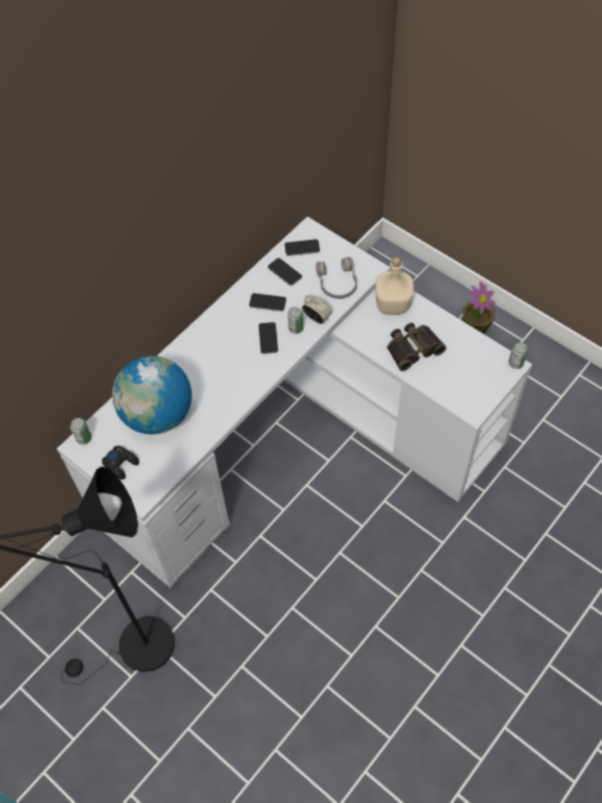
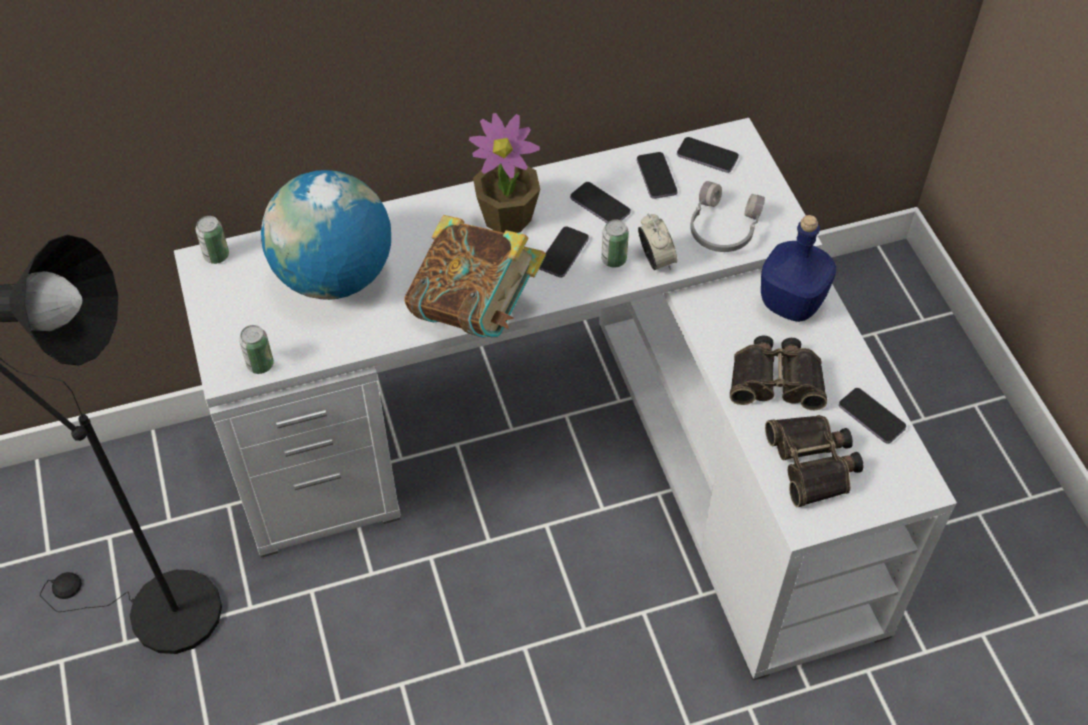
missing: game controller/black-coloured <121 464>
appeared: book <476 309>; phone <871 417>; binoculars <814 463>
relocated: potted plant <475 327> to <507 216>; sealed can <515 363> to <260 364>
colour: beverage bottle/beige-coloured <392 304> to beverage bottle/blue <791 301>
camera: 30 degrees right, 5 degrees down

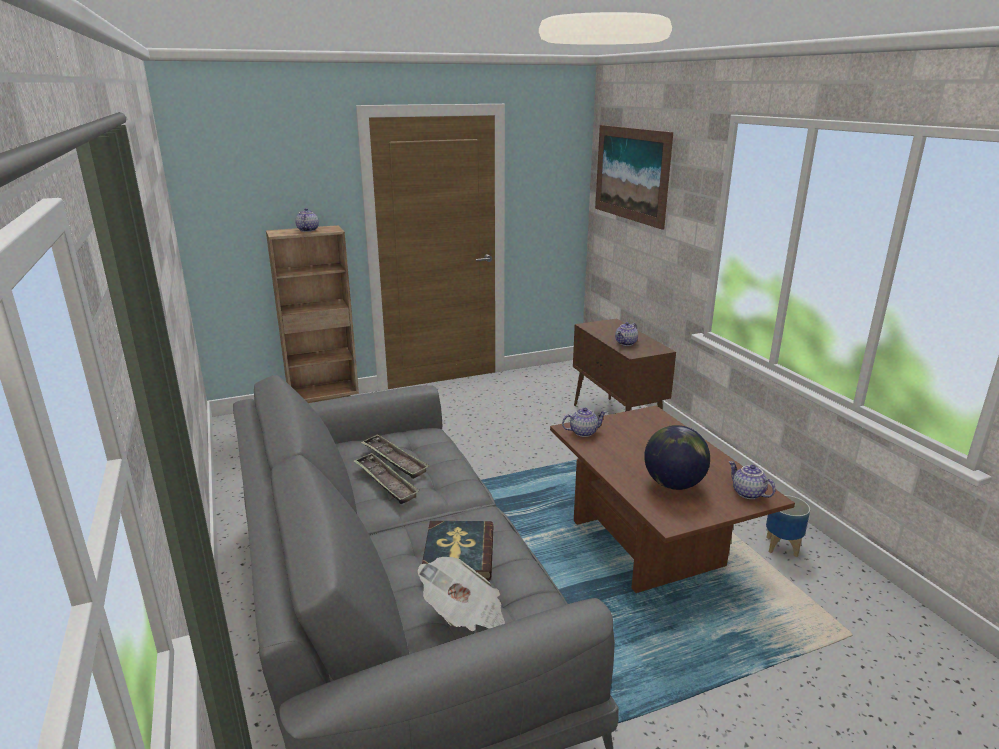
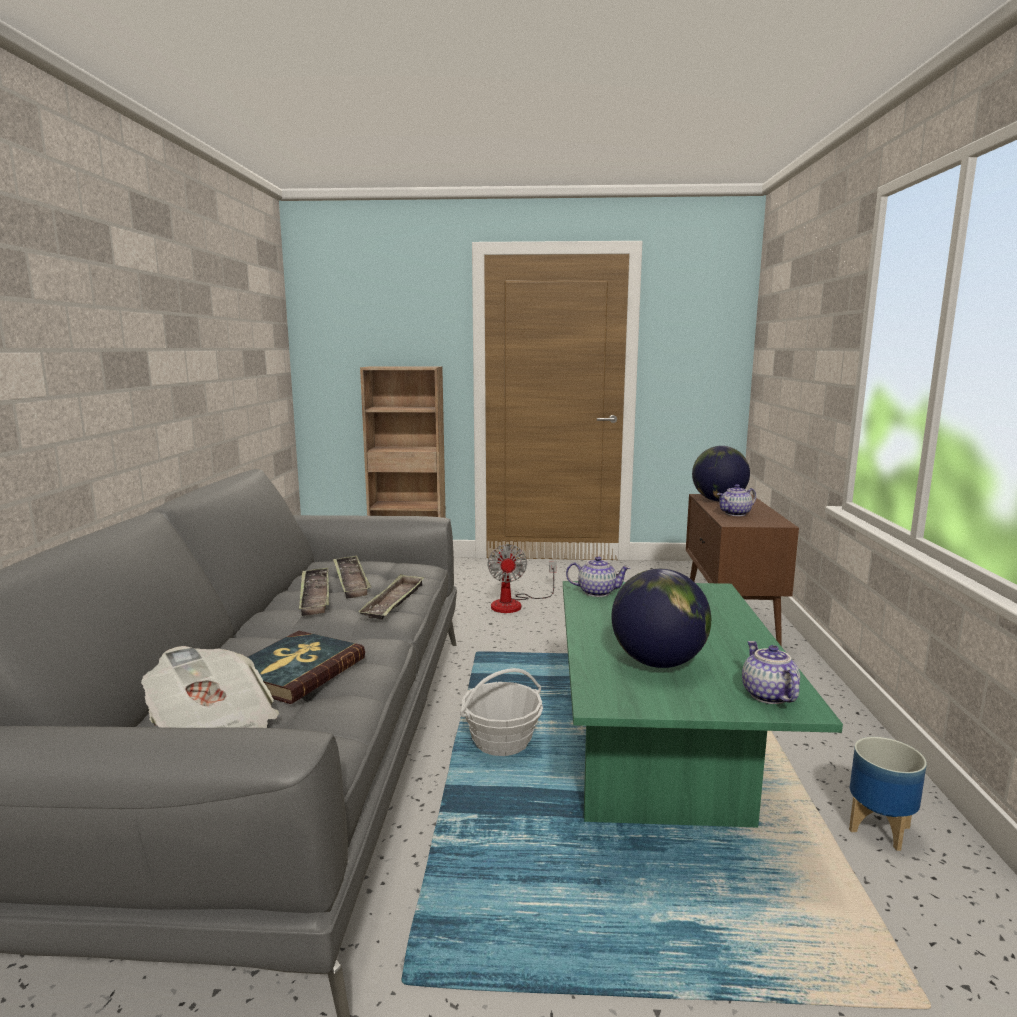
missing: picture <631 174>; teapot <307 230>
appeared: desk globe <718 500>; electric fan <514 604>; tray <394 602>; basket <502 742>
colour: coffee table/brown <651 543> to coffee table/greenish <662 768>
camera: 25 degrees right, 10 degrees down

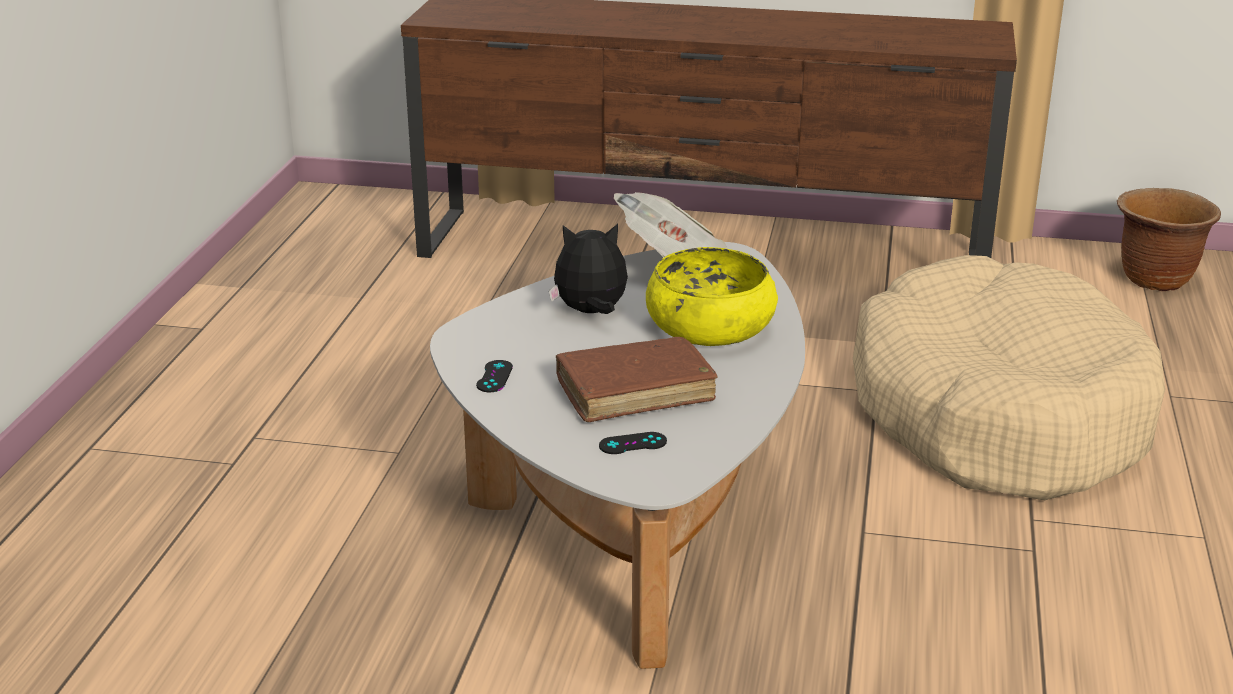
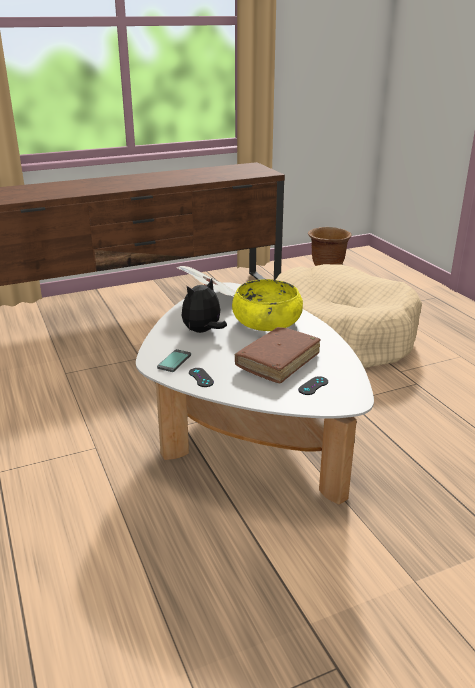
appeared: phone <174 361>
camera: 35 degrees left, 0 degrees up

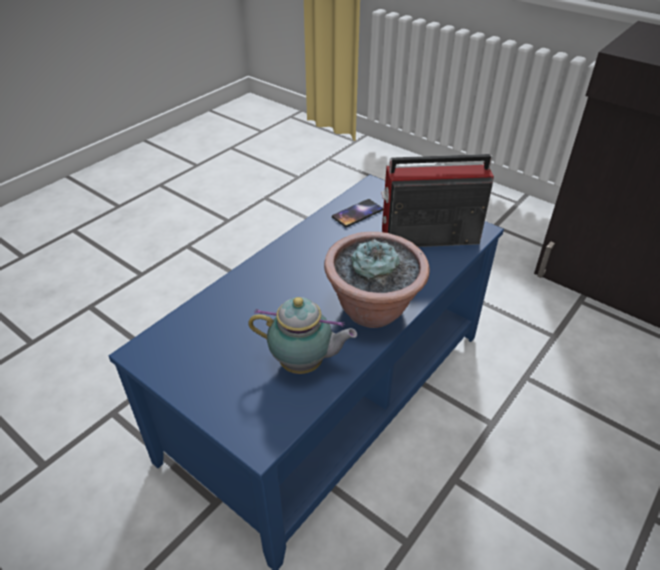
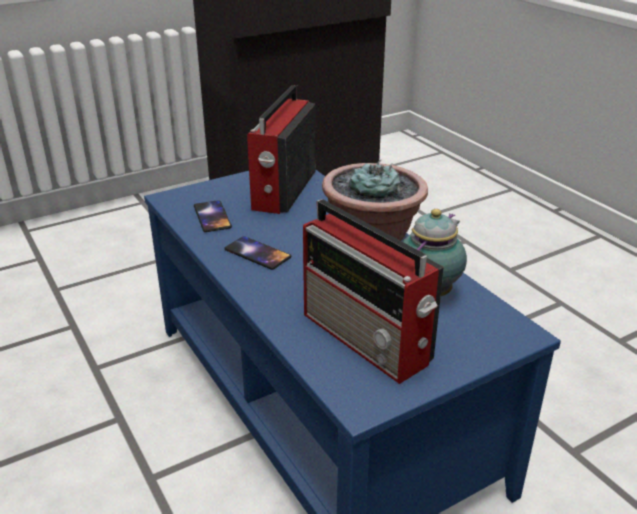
appeared: radio <368 339>; phone <257 253>
camera: 70 degrees left, 10 degrees down

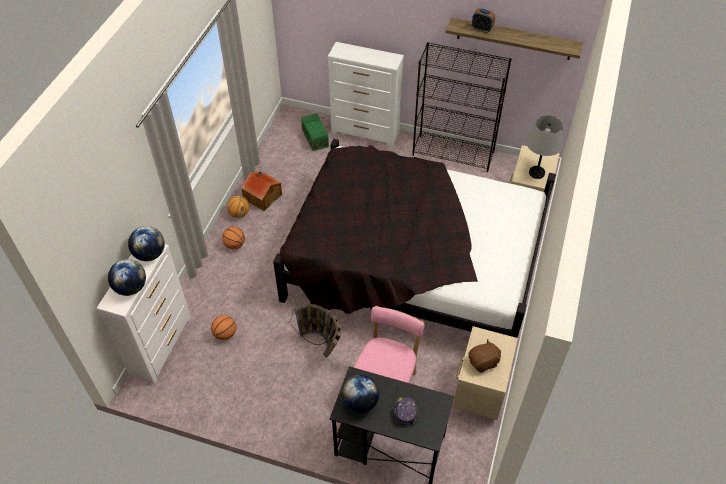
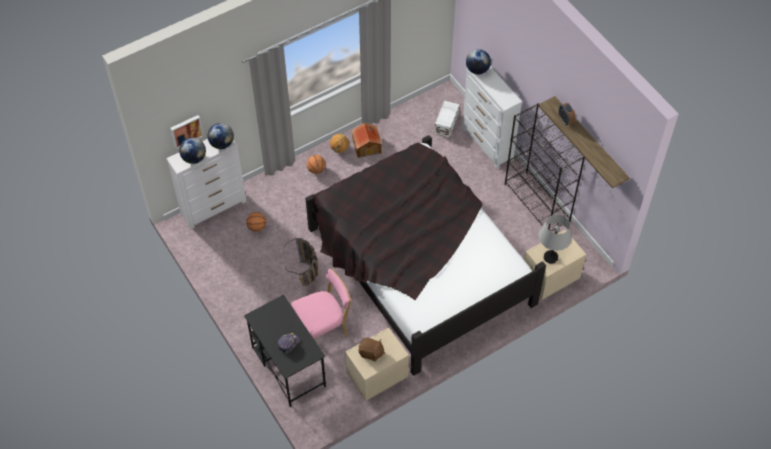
appeared: picture <186 130>
relocated: desk globe <360 402> to <477 70>
colour: storage container/greenish <315 137> to storage container/whitish <447 123>
camera: 40 degrees right, 5 degrees up

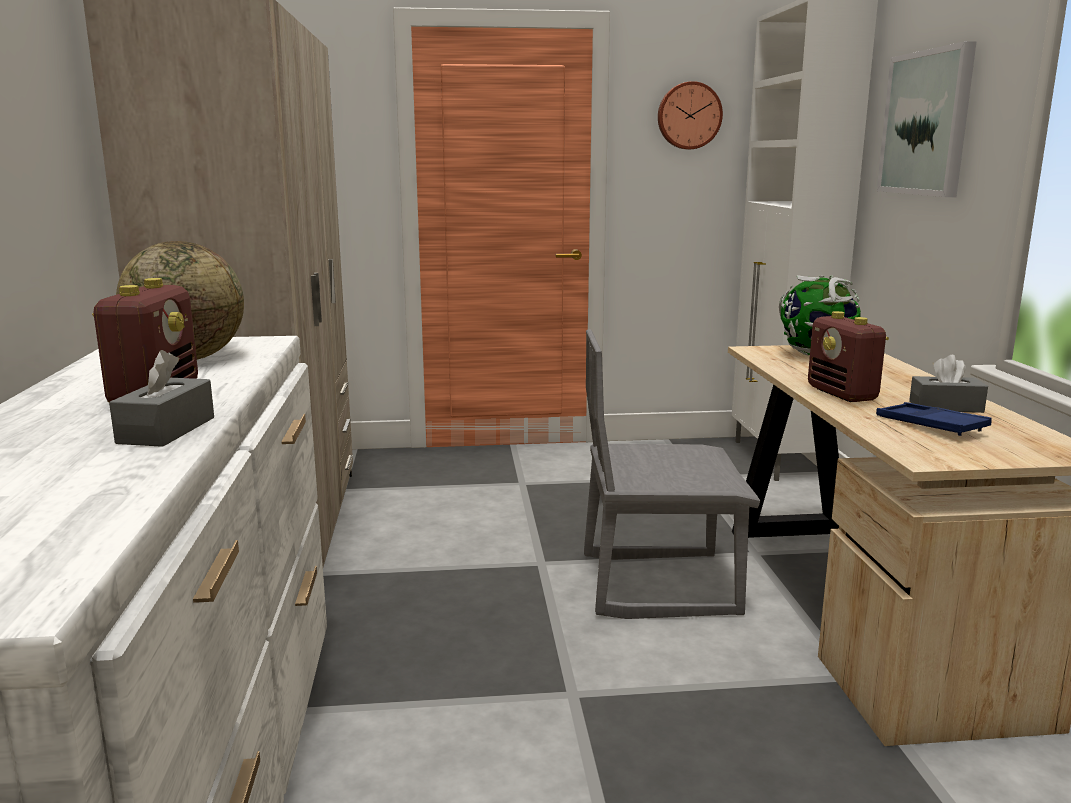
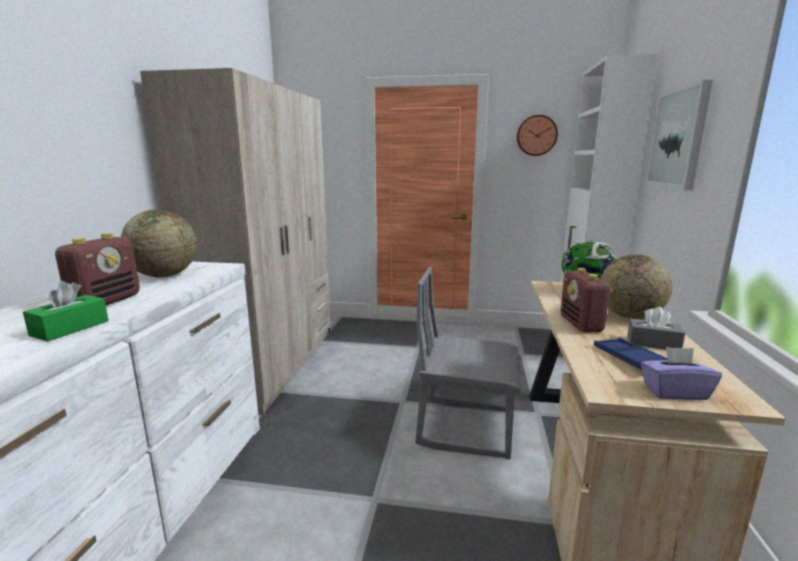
appeared: desk globe <630 316>; tissue box/purplish <674 392>
colour: tissue box/greyish <166 430> to tissue box/greenish <70 328>
camera: 15 degrees right, 0 degrees up

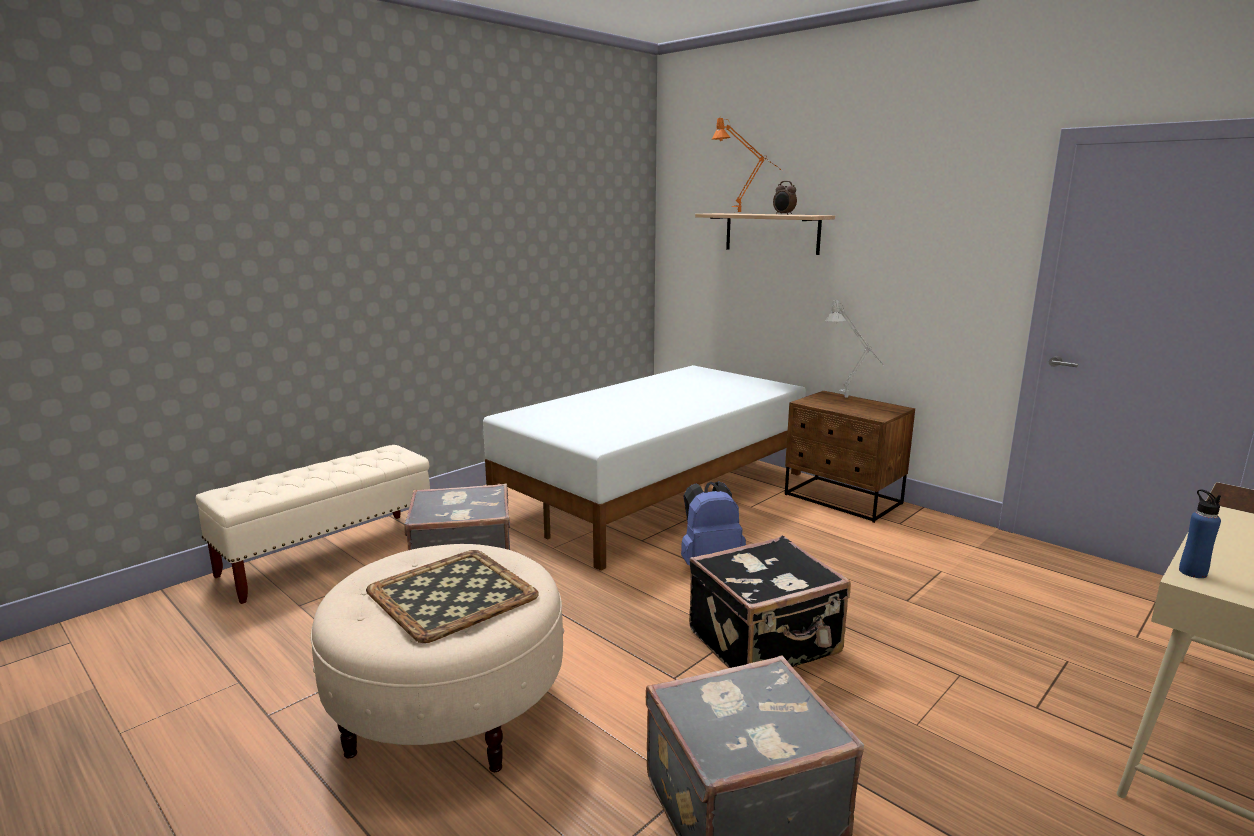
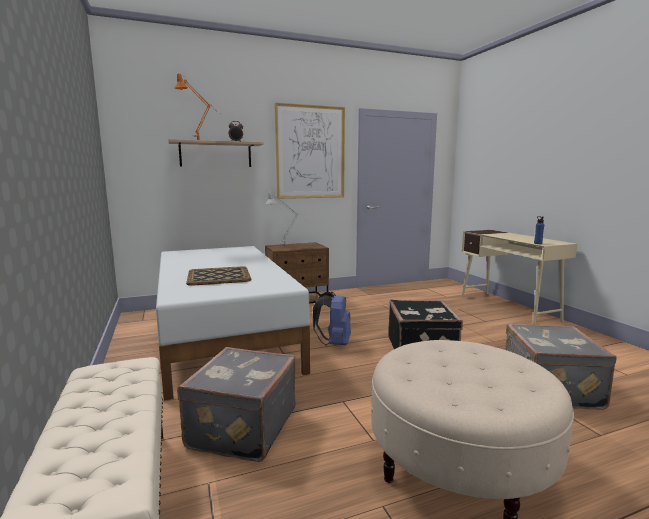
appeared: picture <310 152>
relocated: tray <454 594> to <219 276>
camera: 65 degrees left, 5 degrees down

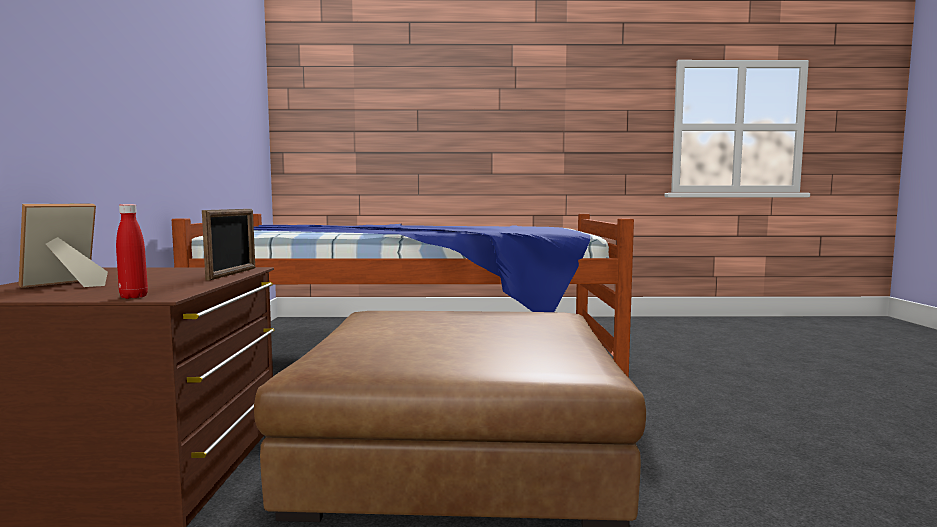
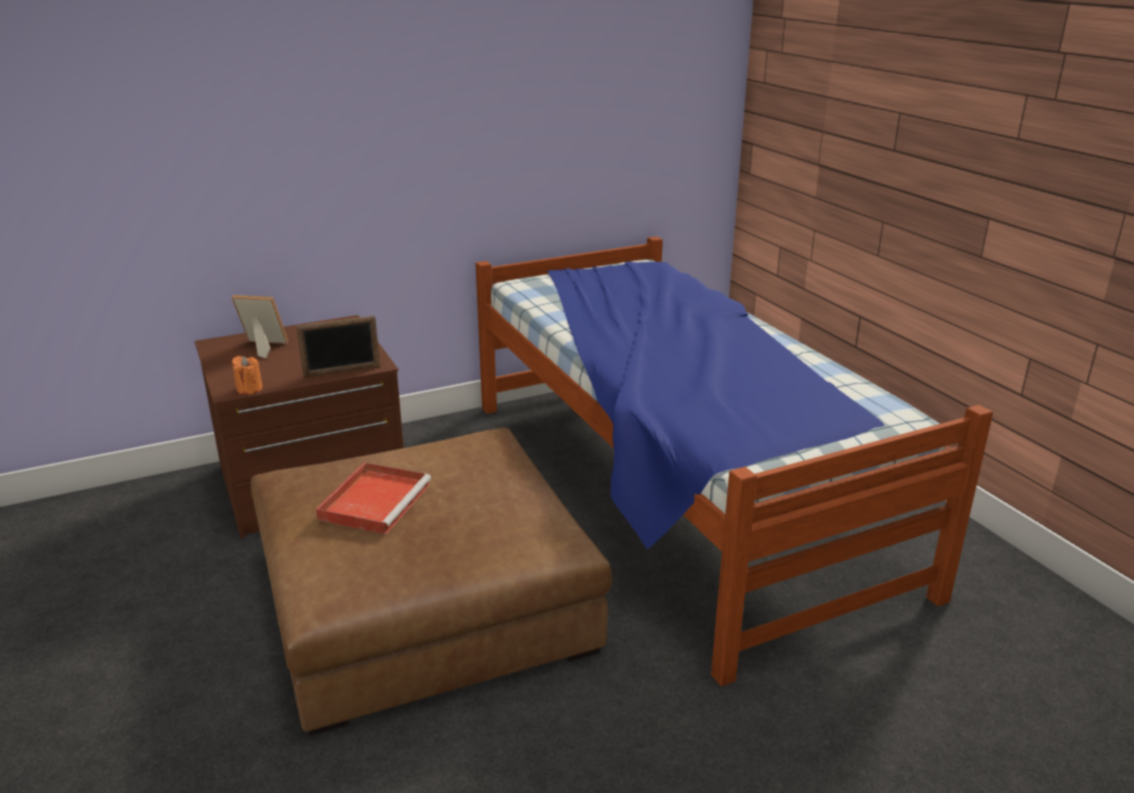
missing: beverage bottle/red <134 297>
appeared: wax candle/orange <249 389>; tray/red <375 500>
camera: 65 degrees right, 20 degrees up

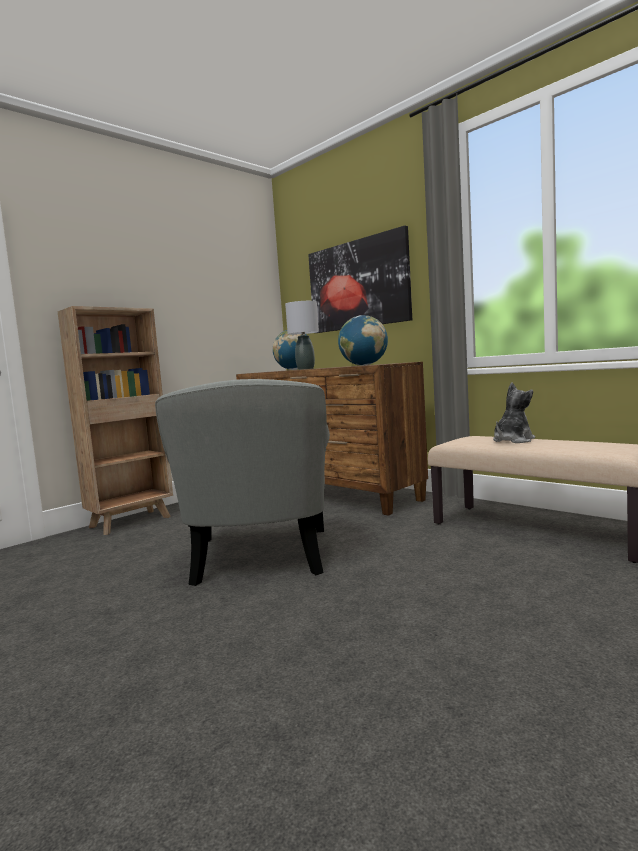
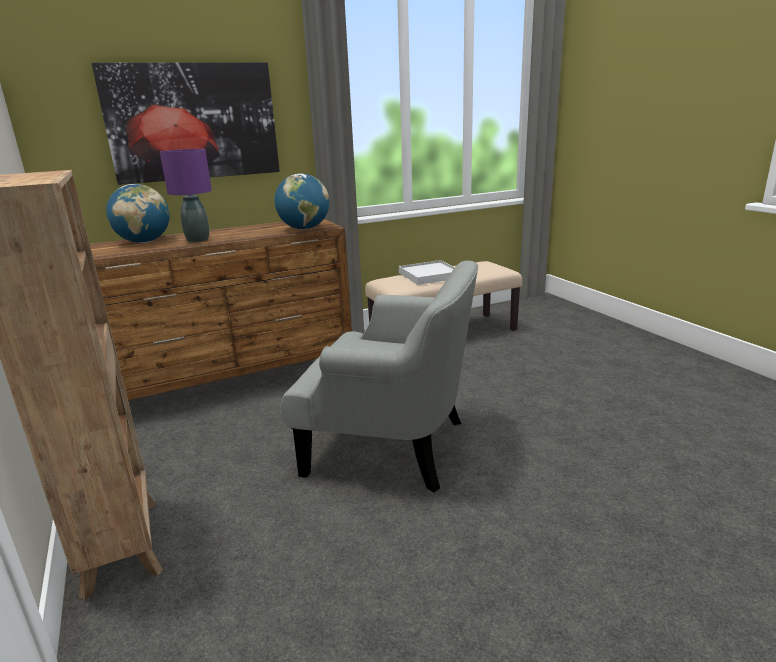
exchanged: soft toy <512 440> to tray/whitish <429 275>
colour: lamp for a table/greyish <305 369> to lamp for a table/purplish <197 240>
camera: 70 degrees left, 15 degrees up

